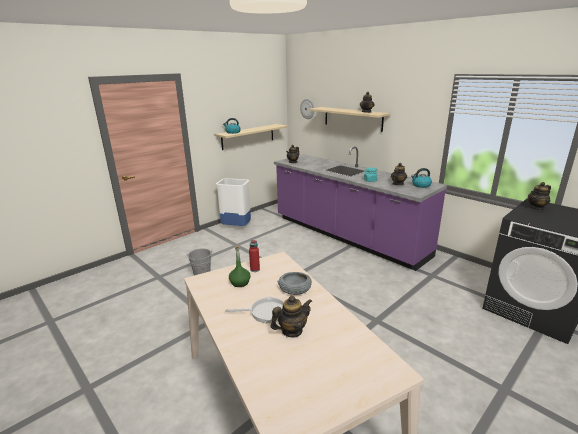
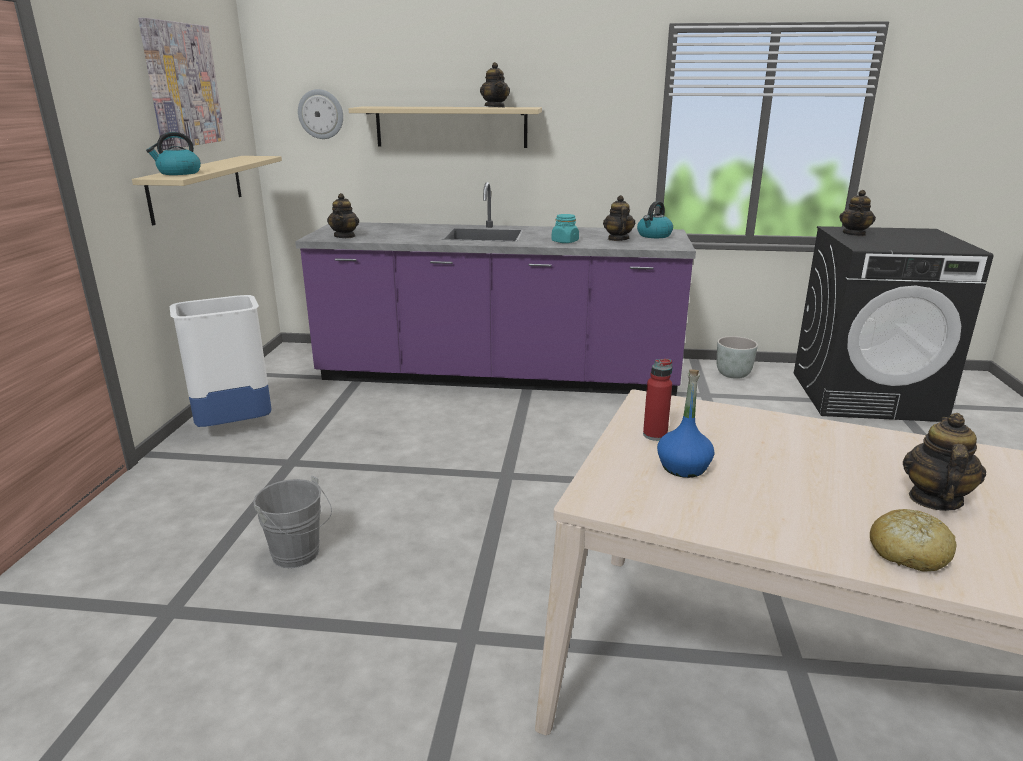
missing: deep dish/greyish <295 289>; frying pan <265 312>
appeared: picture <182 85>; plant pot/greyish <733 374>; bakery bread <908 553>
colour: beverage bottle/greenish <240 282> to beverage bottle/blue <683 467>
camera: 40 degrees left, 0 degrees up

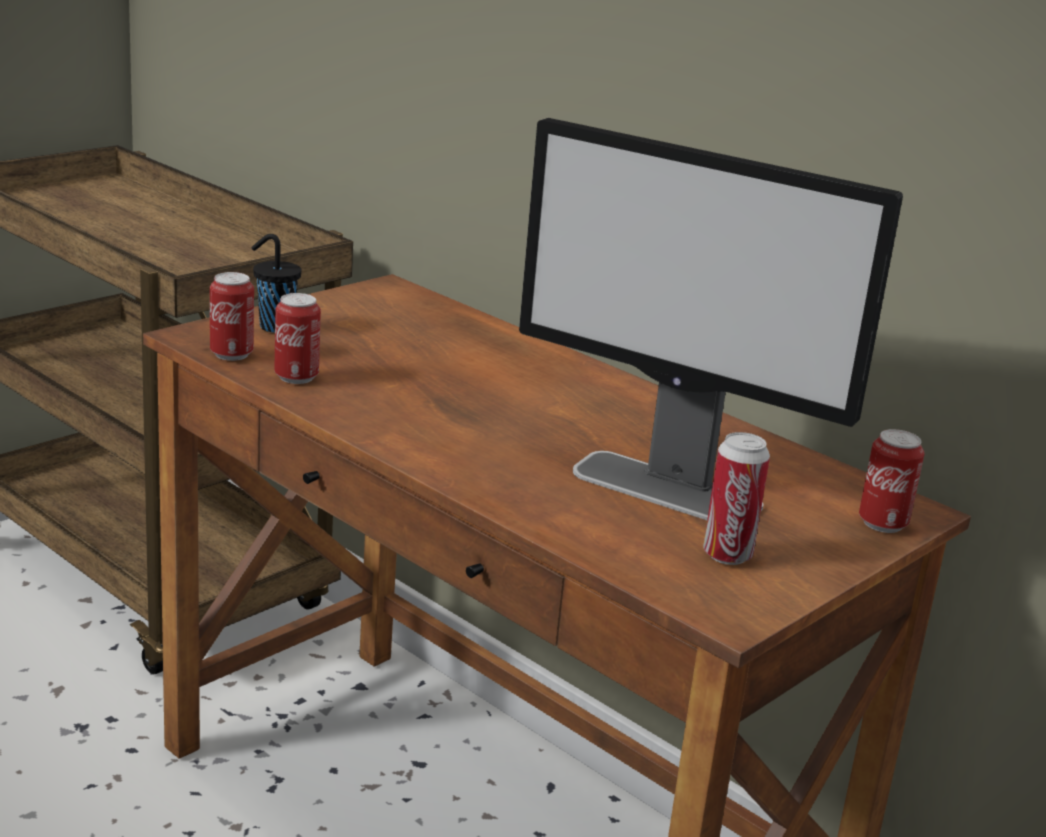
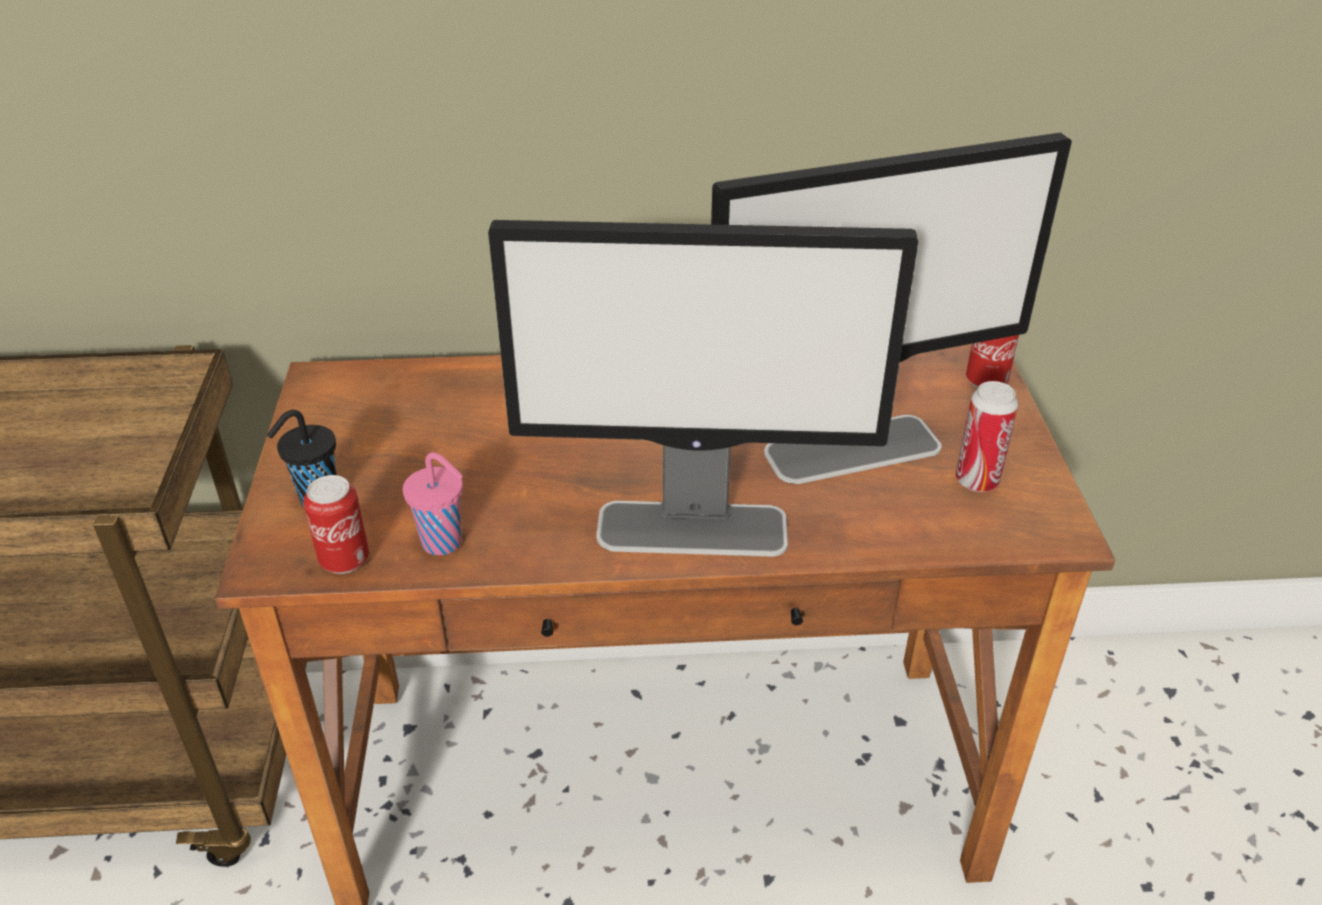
appeared: computer display <694 529>
exchanged: sealed can <296 377> to cup/pink-coloured <444 543>
camera: 45 degrees left, 15 degrees up

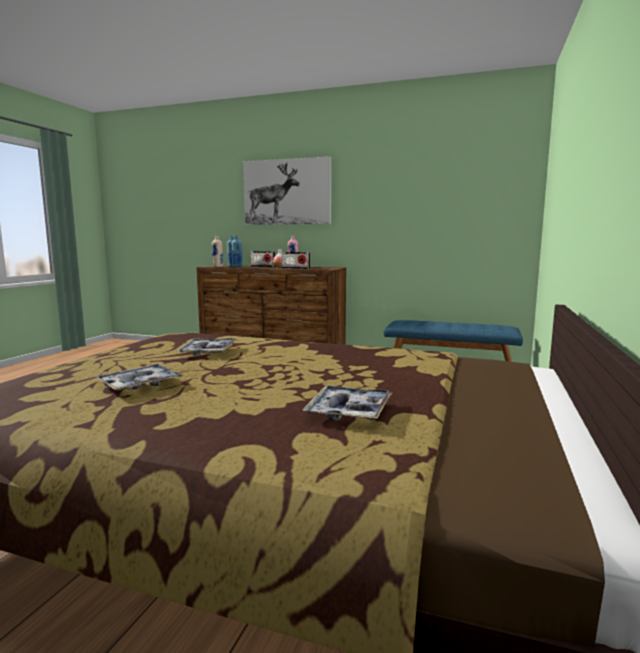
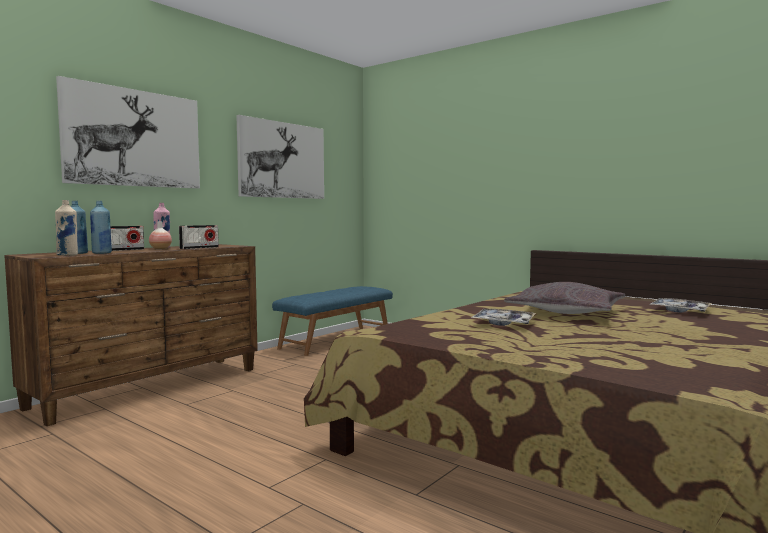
missing: tray <140 385>
appeared: picture <282 160>; cushion/greyish <566 312>
camera: 70 degrees left, 5 degrees down

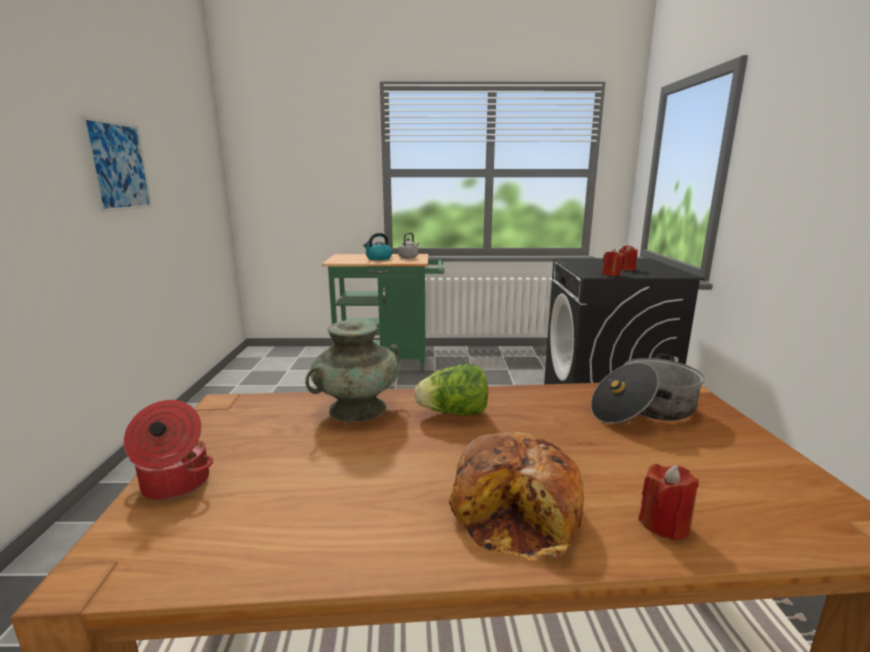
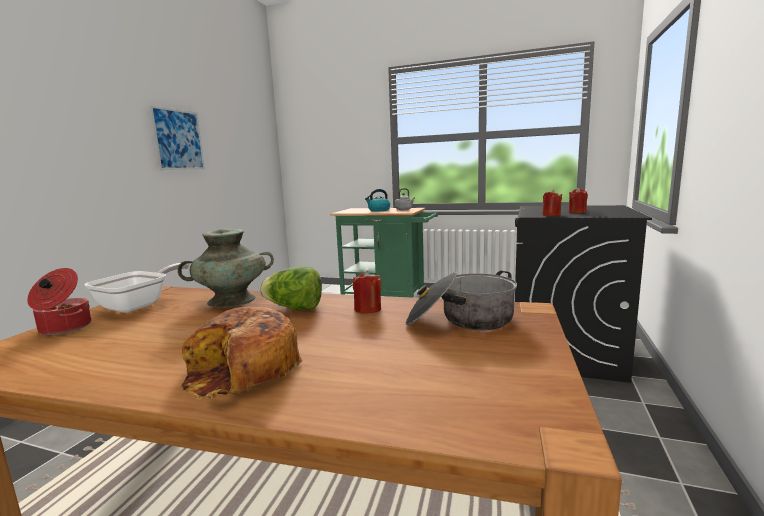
appeared: frying pan <139 305>
relocated: wax candle/red <664 524> to <367 309>
camera: 20 degrees right, 5 degrees down

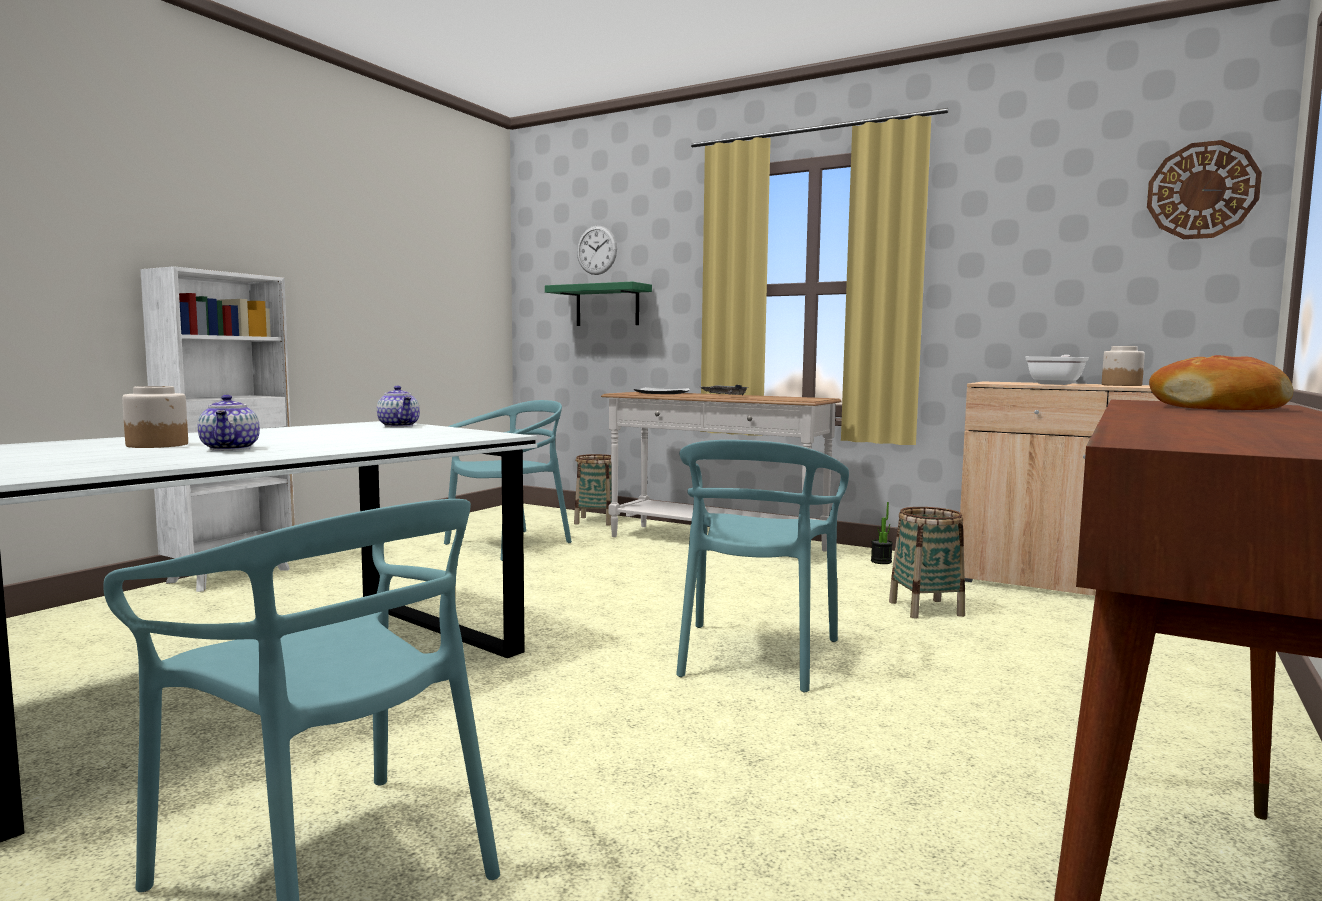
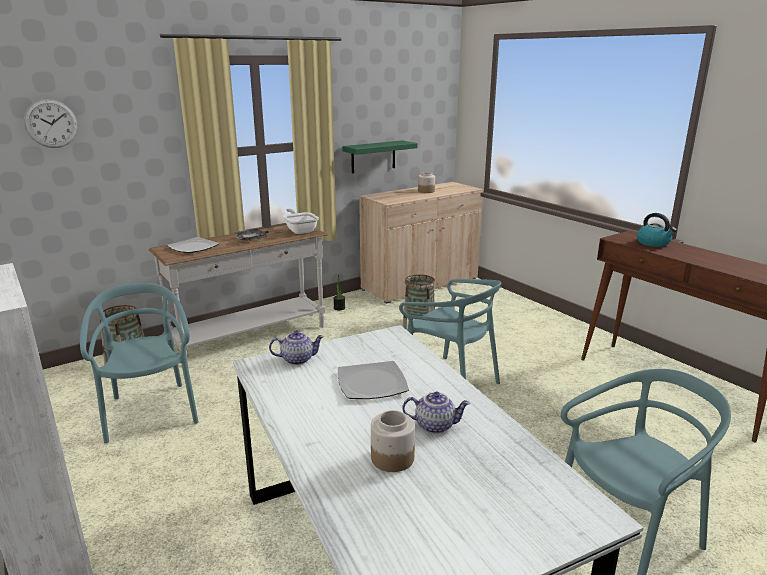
missing: wall clock <1202 190>
appeared: dinner plate <371 383>
relocated: shelf/greenish <607 306> to <373 156>; frying pan <1057 384> to <300 230>
exchanged: bakery bread <1218 407> to kettle <653 243>
camera: 65 degrees left, 15 degrees up

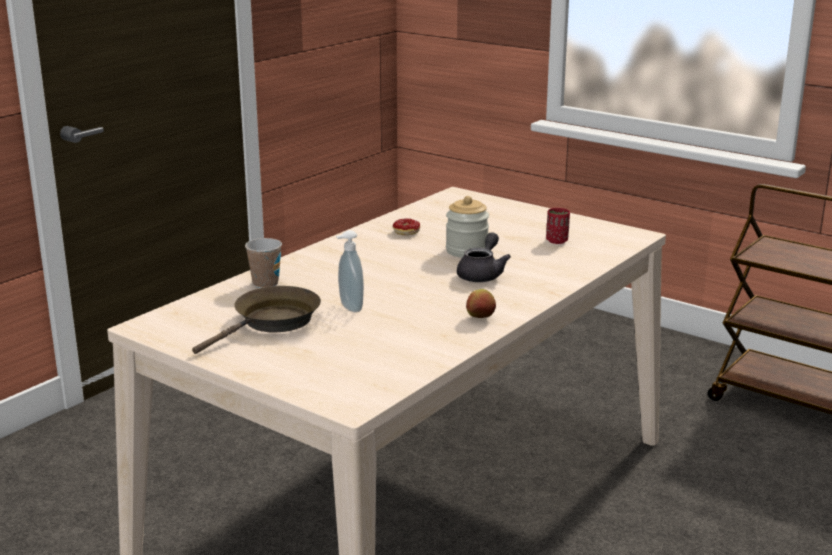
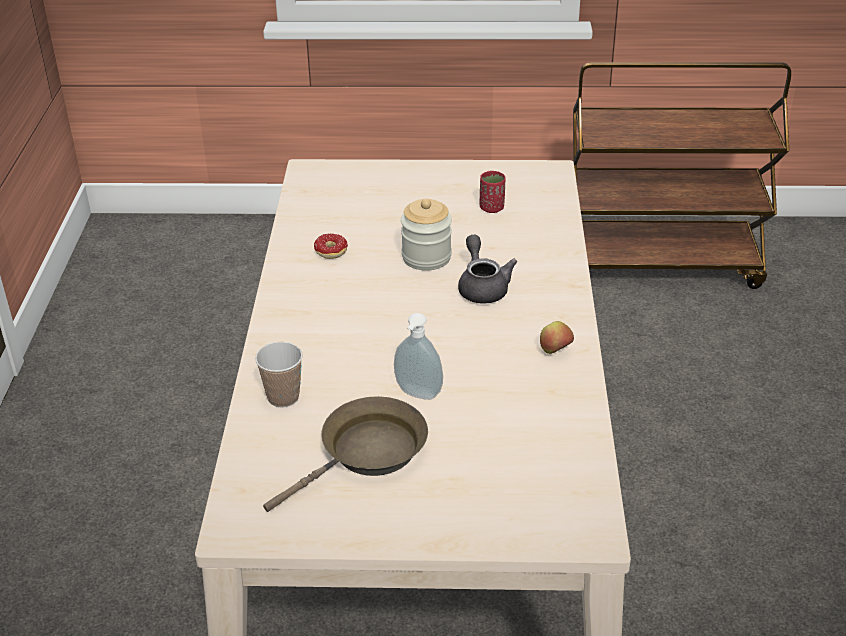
spun: frying pan/brown <272 322> = <367 454> 45 degrees clockwise
camera: 35 degrees left, 15 degrees up

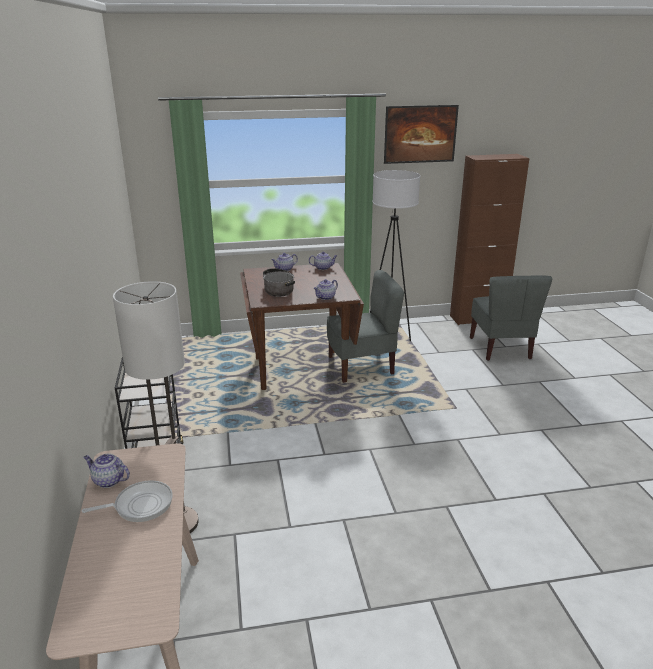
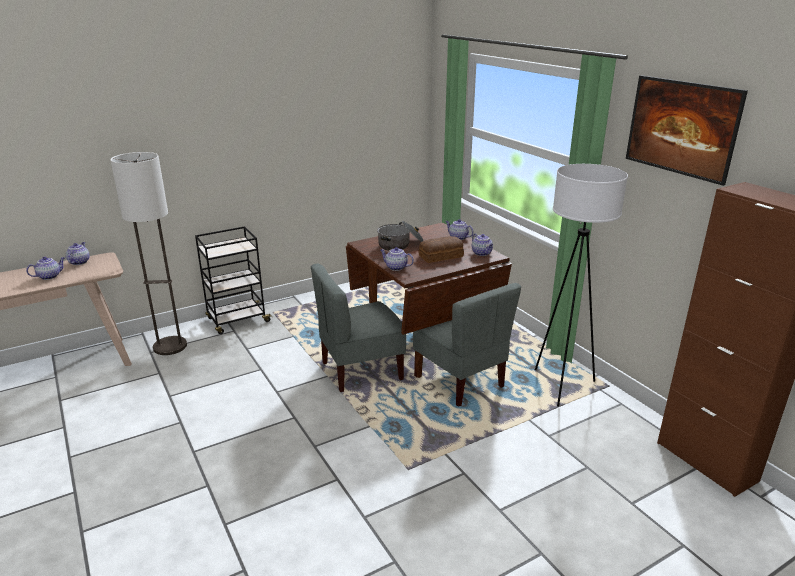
appeared: bakery bread <441 256>
relocated: upright chair/greyish <501 348> to <361 370>
exchanged: frying pan <140 505> to teapot <50 276>
camera: 70 degrees right, 0 degrees up

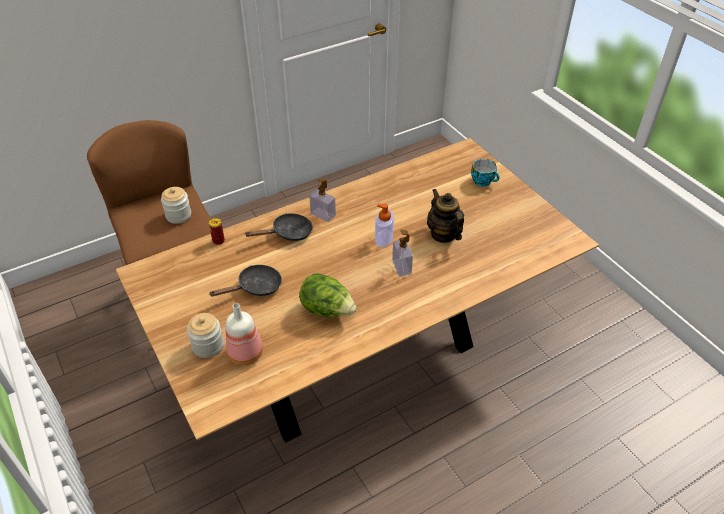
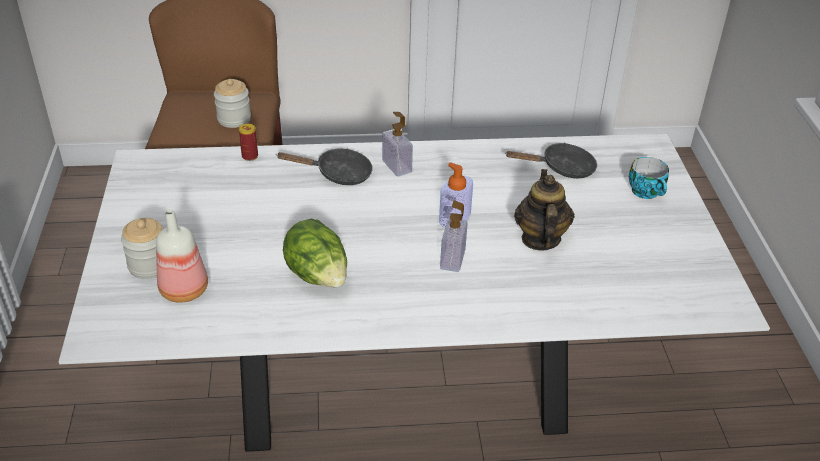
relocated: frying pan/black-coloured <256 287> to <562 168>
colour: dining table/brown <361 357> to dining table/whitish <405 387>
camera: 25 degrees right, 5 degrees down

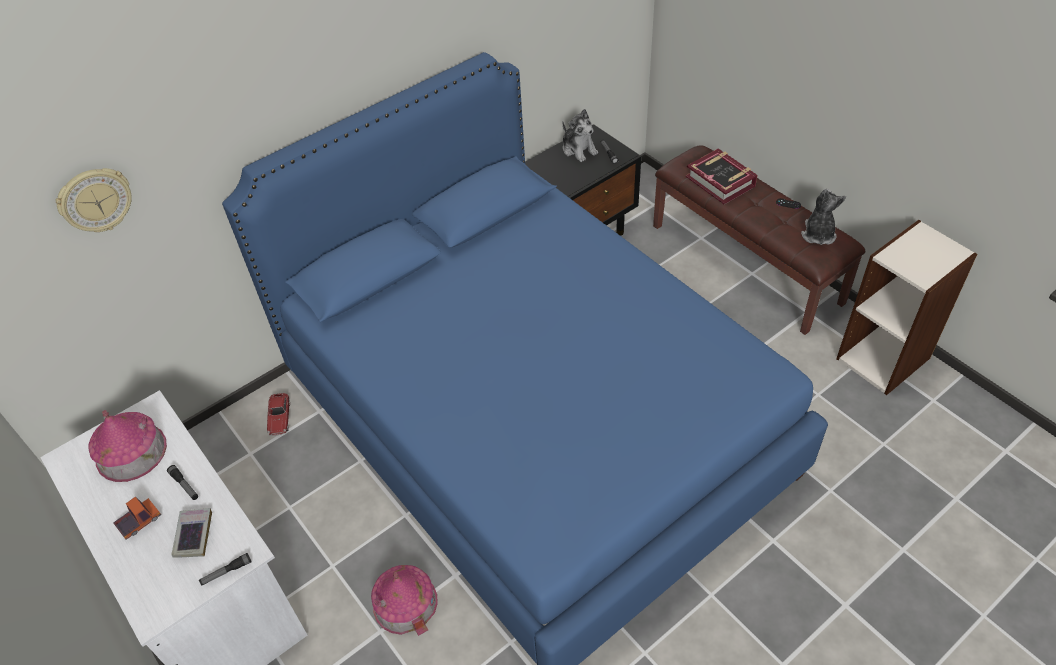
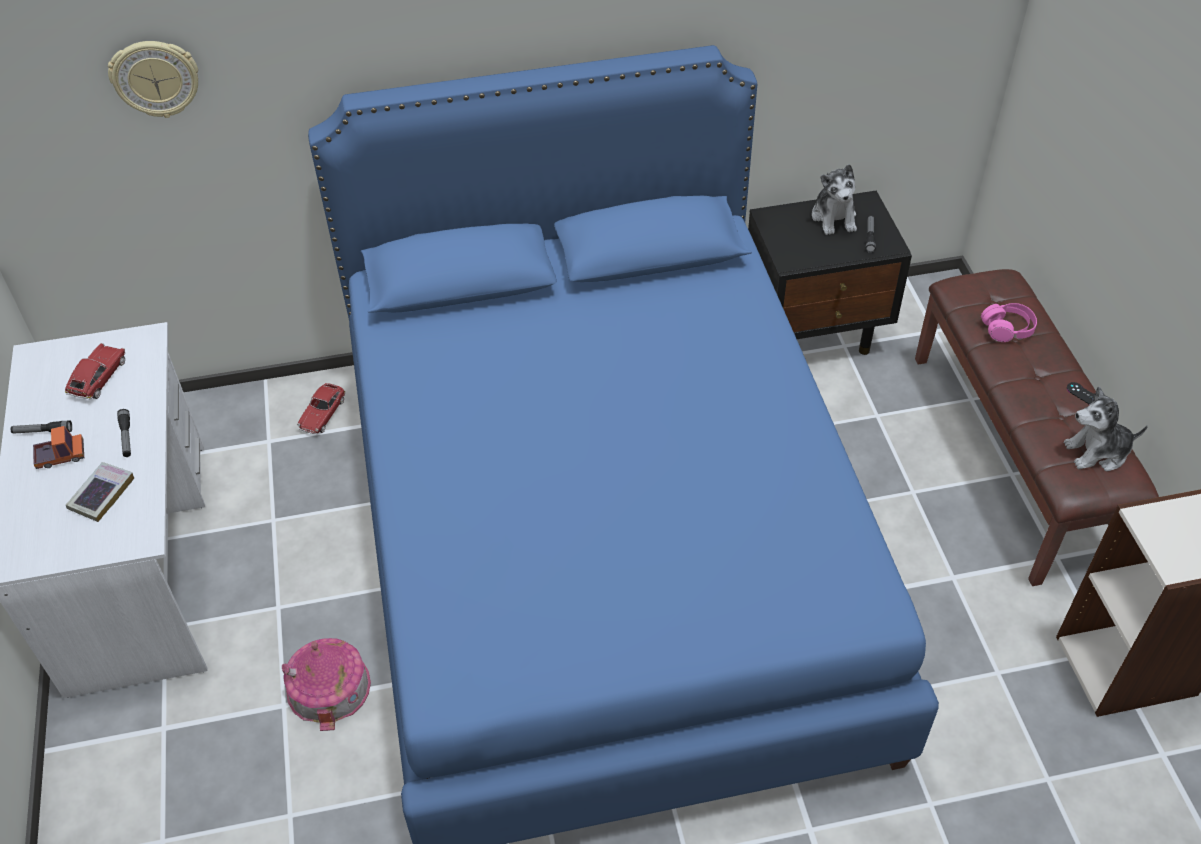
relocated: flashlight <226 572> to <43 431>
exchanged: book <720 181> to headphones/pink-coloured <1007 329>; miniature house <131 452> to model car <99 378>
spun: soft toy <818 234> = <1097 452> 135 degrees counterclockwise
camera: 25 degrees right, 0 degrees up

